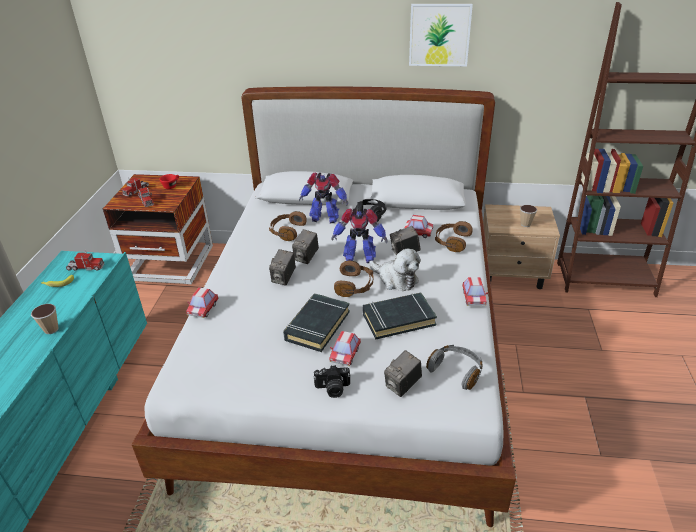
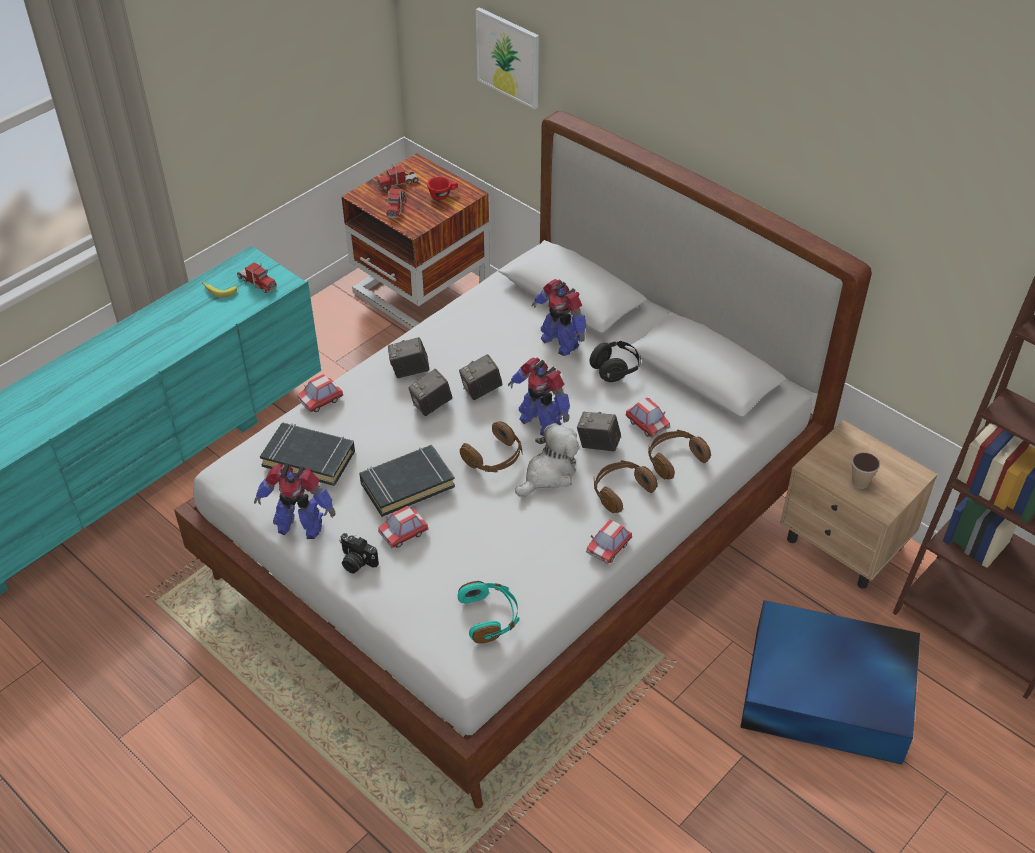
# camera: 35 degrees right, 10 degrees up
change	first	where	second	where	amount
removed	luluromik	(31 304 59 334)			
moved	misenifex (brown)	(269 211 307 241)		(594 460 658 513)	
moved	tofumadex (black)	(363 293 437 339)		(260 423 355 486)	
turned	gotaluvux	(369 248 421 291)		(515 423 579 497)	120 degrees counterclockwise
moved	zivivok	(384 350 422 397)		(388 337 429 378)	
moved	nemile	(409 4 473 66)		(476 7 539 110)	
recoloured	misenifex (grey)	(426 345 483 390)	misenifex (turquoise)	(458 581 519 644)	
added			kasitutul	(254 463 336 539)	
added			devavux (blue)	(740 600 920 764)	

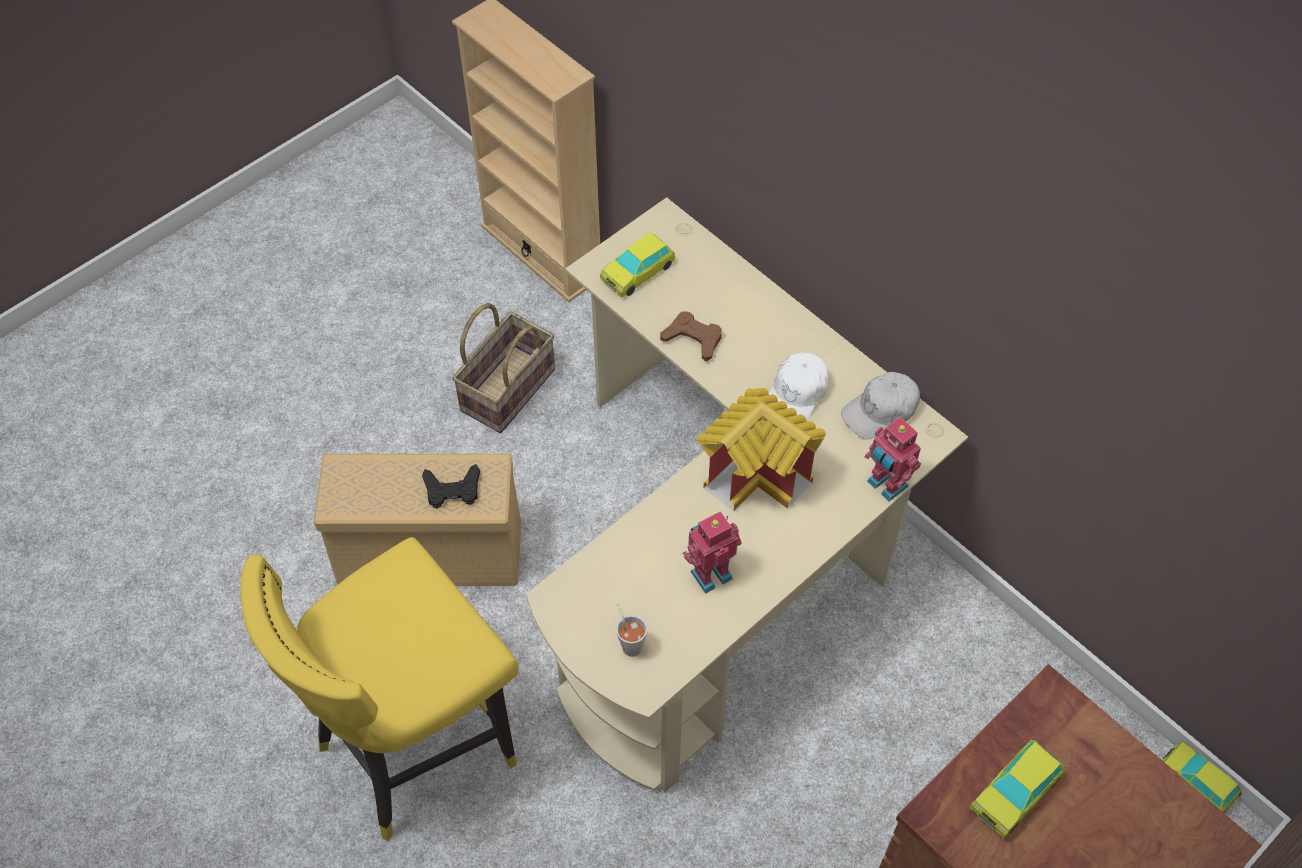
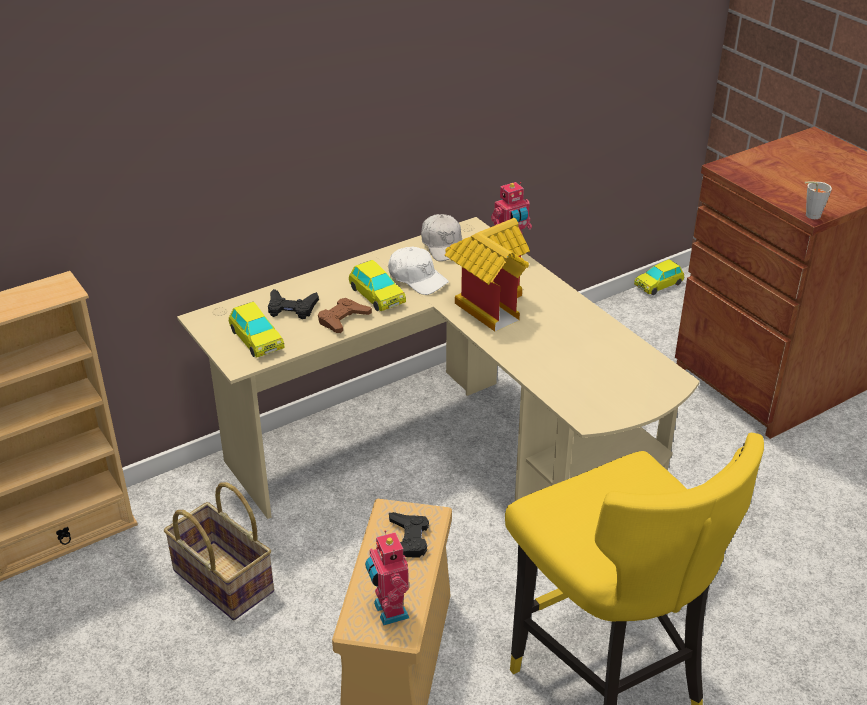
# camera: 80 degrees left, 20 degrees down
change	first	where	second	where	amount
moved	luluromik (grey)	(616 603 647 657)		(805 181 832 219)	
moved	kasitutul	(683 511 742 594)		(365 531 409 626)	
moved	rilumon	(969 739 1066 838)		(349 260 406 311)	
added			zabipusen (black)	(268 289 319 319)	

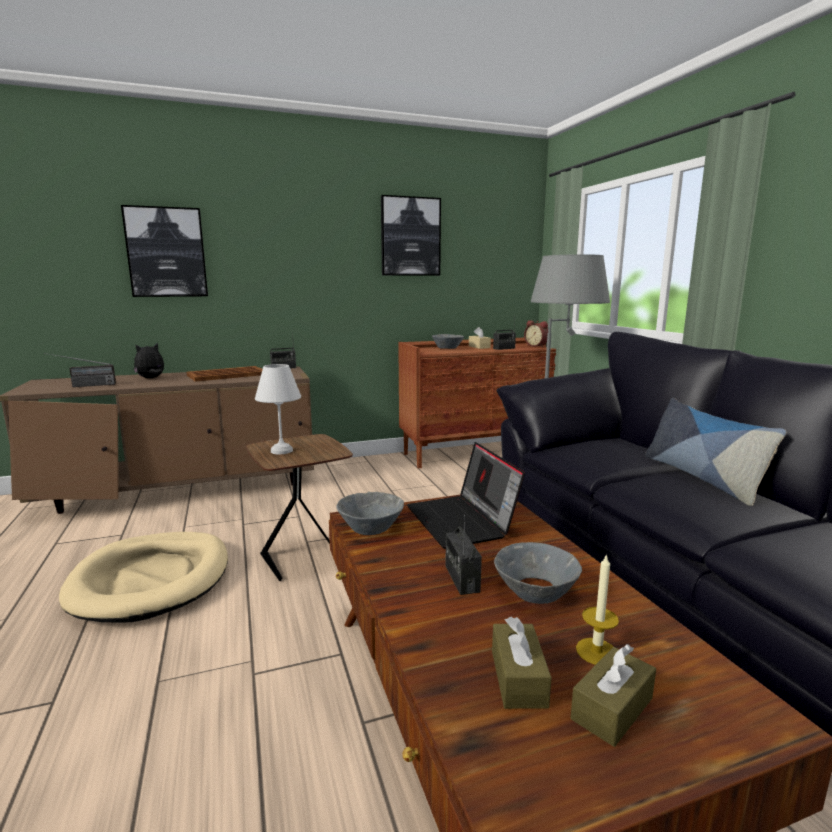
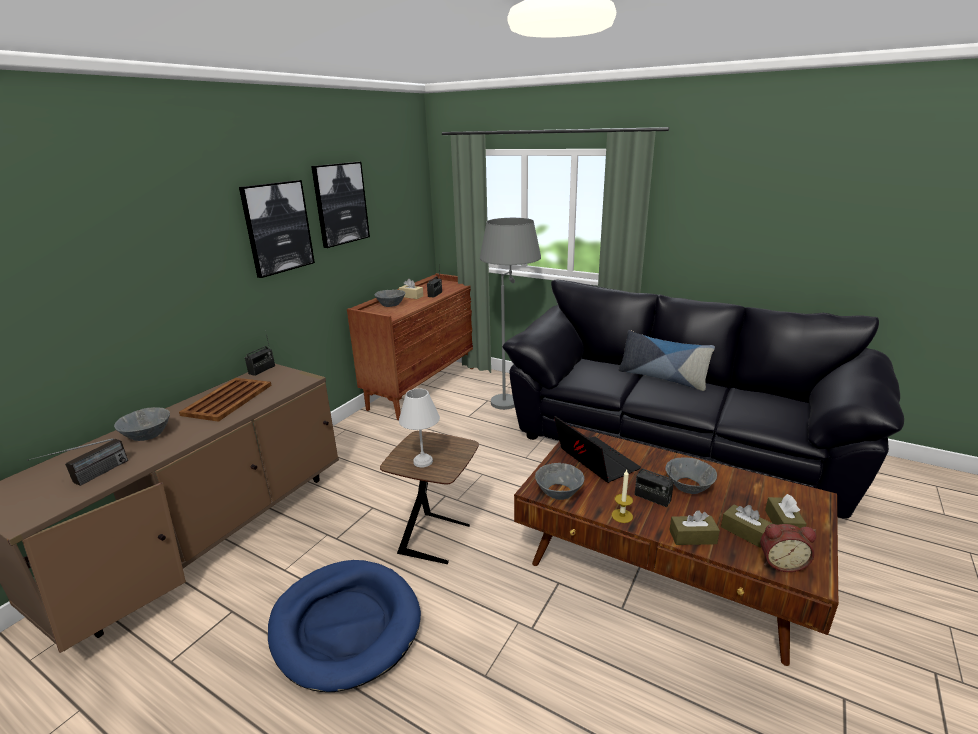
# camera: 40 degrees left, 10 degrees up
change	first	where	second	where	amount
recoloured	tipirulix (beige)	(59 532 228 622)	tipirulix (blue)	(268 560 421 692)	
moved	nemile	(121 205 208 297)		(239 180 315 278)	
replaced	gotaluvux	(133 343 164 378)	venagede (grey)	(114 407 170 441)	
turned	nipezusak	(407 442 525 549)		(554 416 641 483)	150 degrees counterclockwise
moved	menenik	(524 320 548 347)		(760 524 816 572)	
moved	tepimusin	(576 554 619 665)		(612 470 633 523)	
added			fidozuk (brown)	(670 510 720 545)	

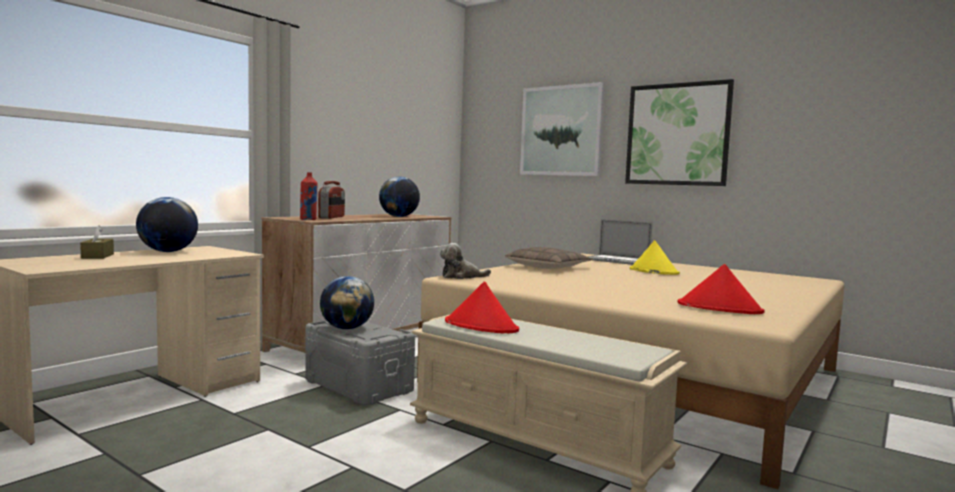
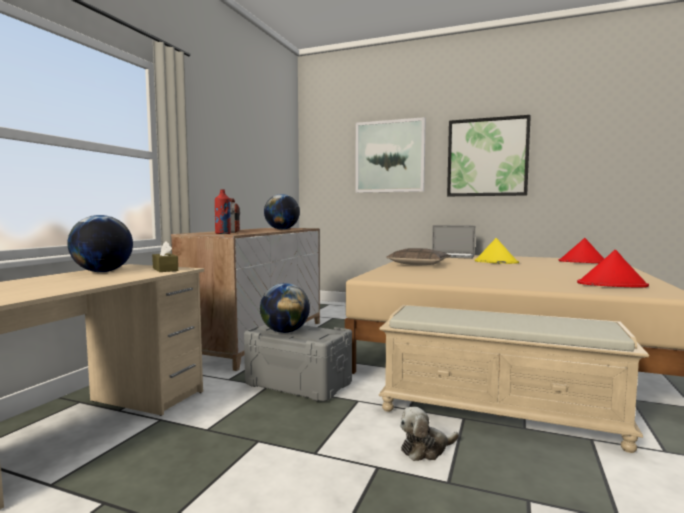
# camera: 15 degrees left, 0 degrees up
change	first	where	second	where	amount
moved	fidozuk (brown)	(80 225 114 259)		(152 241 178 272)	
moved	gotaluvux	(440 243 491 279)		(400 407 459 461)	
moved	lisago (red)	(445 282 519 333)		(559 238 604 263)	

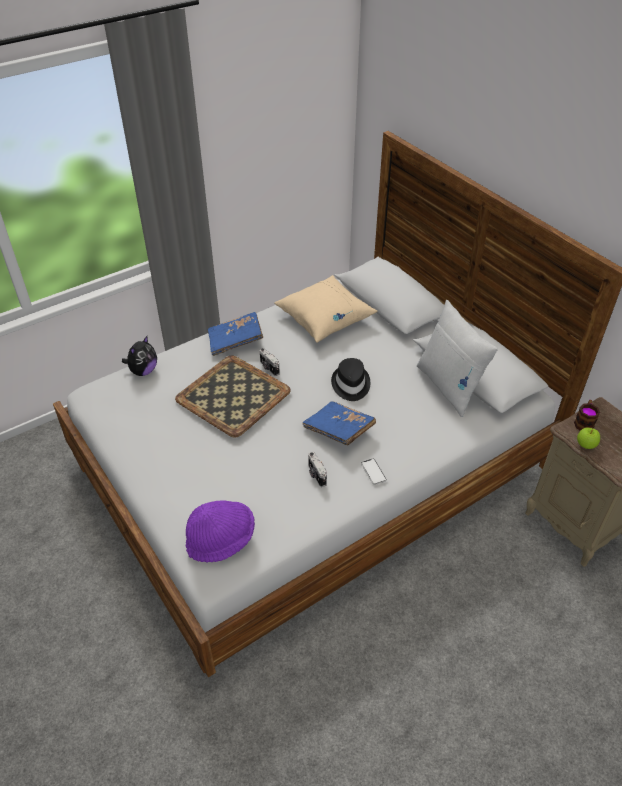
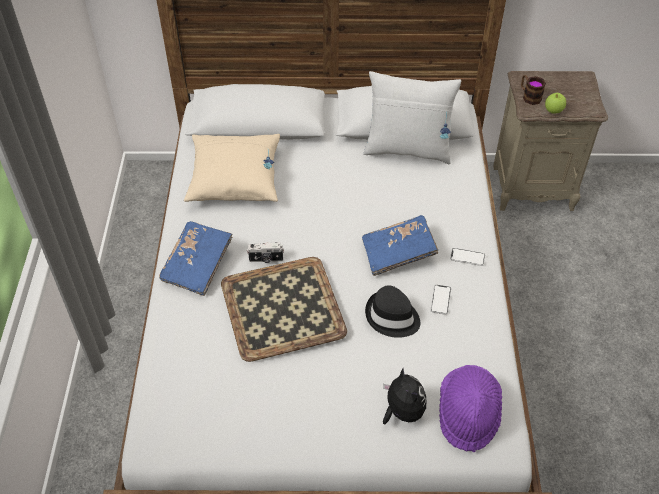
# camera: 55 degrees left, 5 degrees up
change	first	where	second	where	amount
moved	gotaluvux	(122 336 157 376)		(383 368 426 424)	
replaced	zivivok	(308 452 327 487)	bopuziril	(430 285 451 315)	
moved	lisago (black)	(331 358 370 401)		(365 285 420 338)	

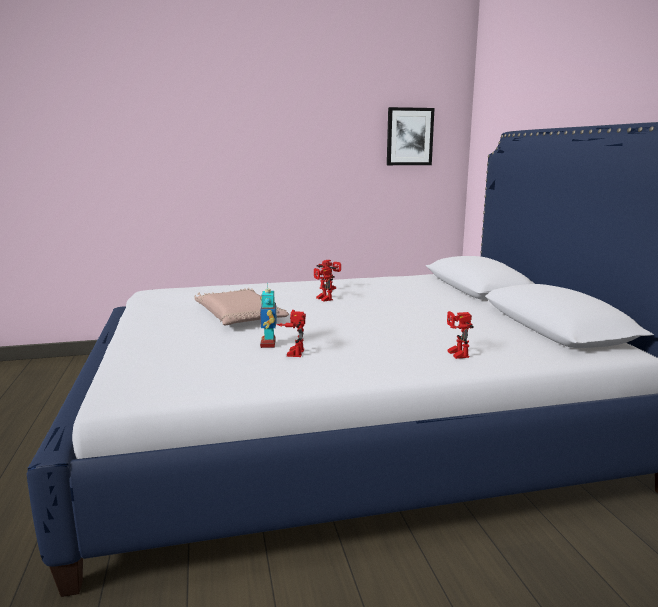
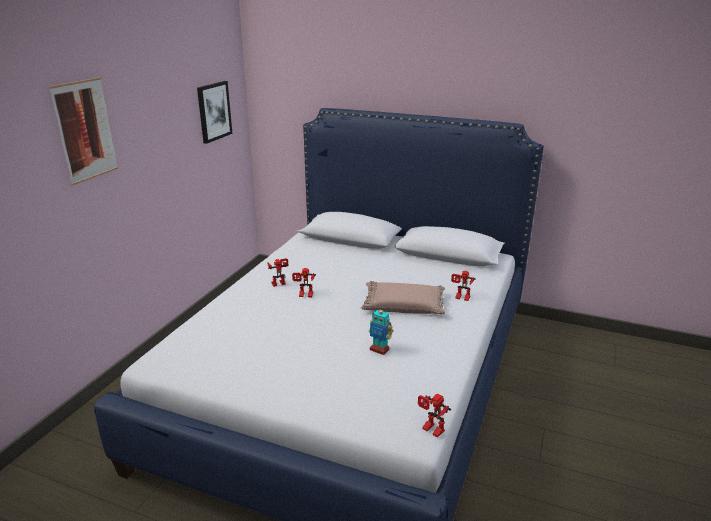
# camera: 55 degrees left, 10 degrees up
change	first	where	second	where	amount
moved	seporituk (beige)	(194 288 289 325)		(361 281 445 314)	
moved	kasitutul	(276 310 306 357)		(418 394 451 438)	
added			nemile	(49 77 118 186)	

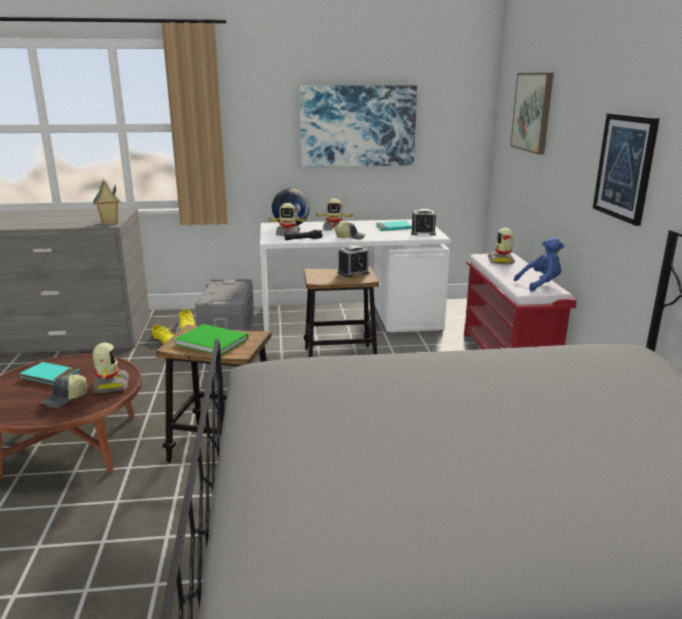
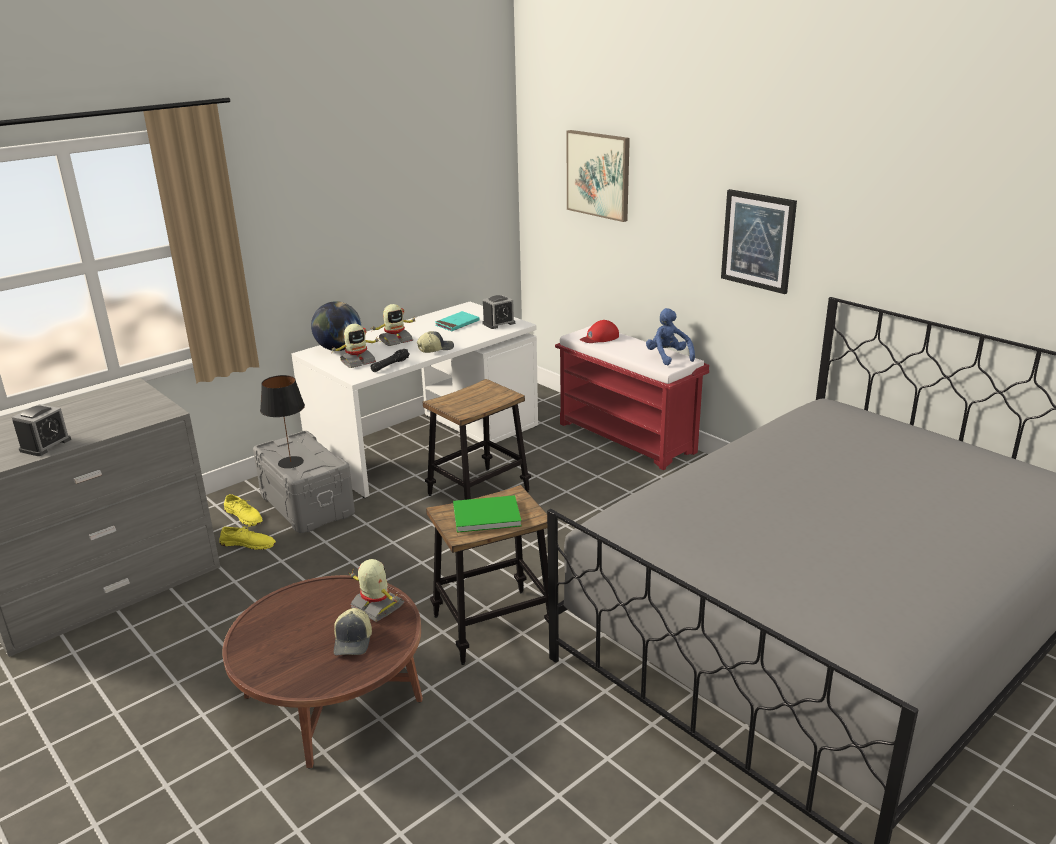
# camera: 35 degrees left, 5 degrees up
change	first	where	second	where	amount
removed	tofumadex (turquoise)	(20 362 80 385)			
removed	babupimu	(93 179 121 225)			
removed	nemile	(300 85 417 167)			
moved	menenik	(338 245 370 278)		(12 404 71 456)	
replaced	kasitutul	(488 228 515 264)	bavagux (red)	(580 320 619 343)	
turned	gotaluvux (blue)	(514 238 564 292)		(646 308 695 366)	60 degrees counterclockwise
added			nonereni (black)	(260 375 305 468)	

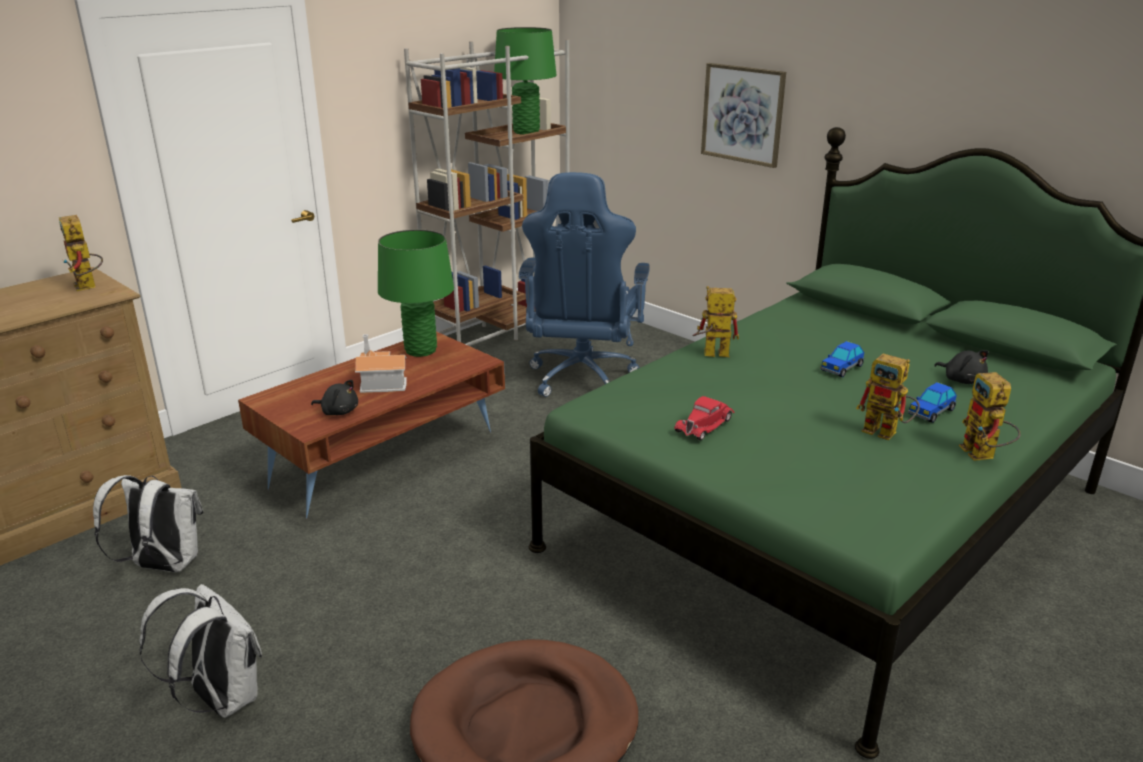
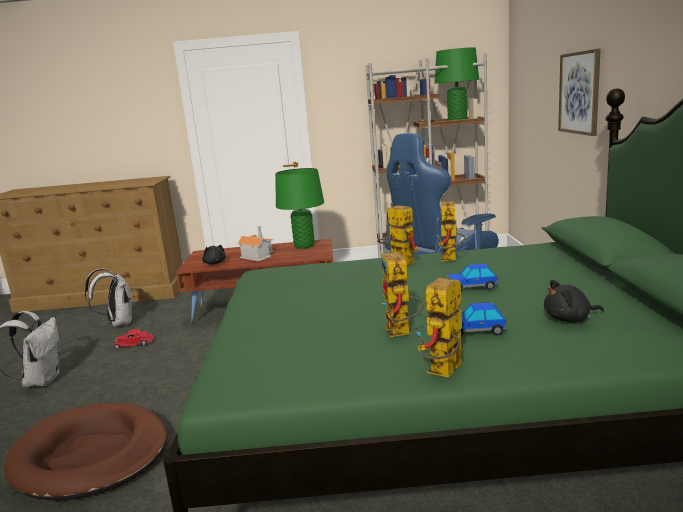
# camera: 45 degrees right, 10 degrees down
change	first	where	second	where	amount
moved	kasitutul	(59 215 103 291)		(436 201 465 261)	
moved	rilumon (red)	(674 396 735 441)		(113 329 154 349)	
turned	gotaluvux (black)	(934 350 989 384)		(544 280 604 322)	75 degrees clockwise

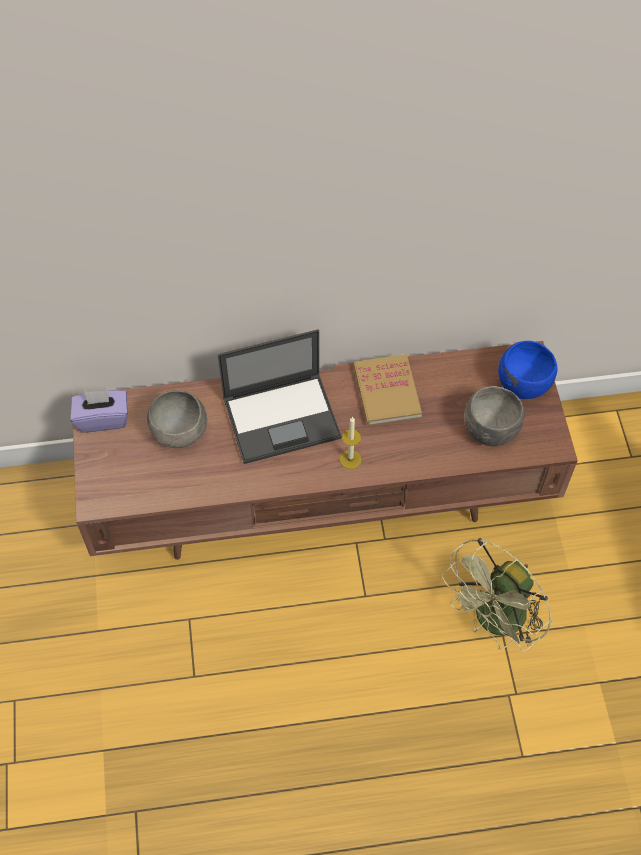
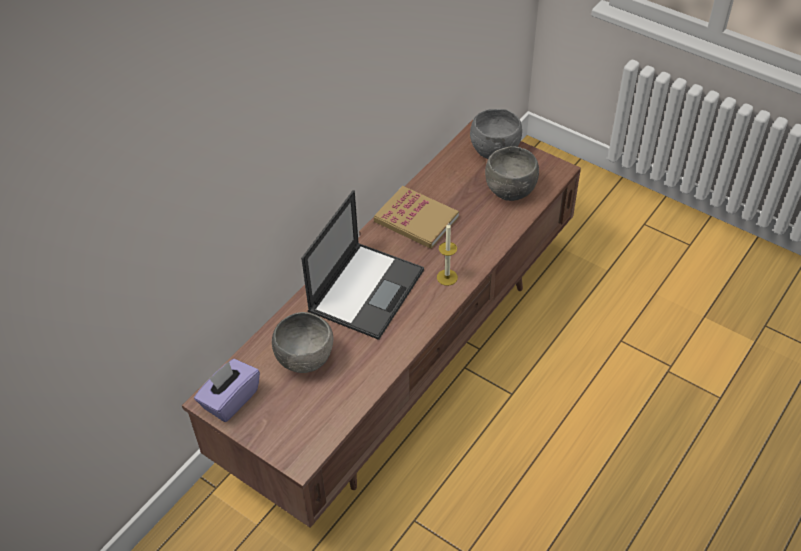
# camera: 45 degrees left, 10 degrees down
change	first	where	second	where	amount
removed	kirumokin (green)	(442 538 552 651)			
recoloured	venagede (blue)	(498 341 557 399)	venagede (grey)	(470 109 522 159)	

